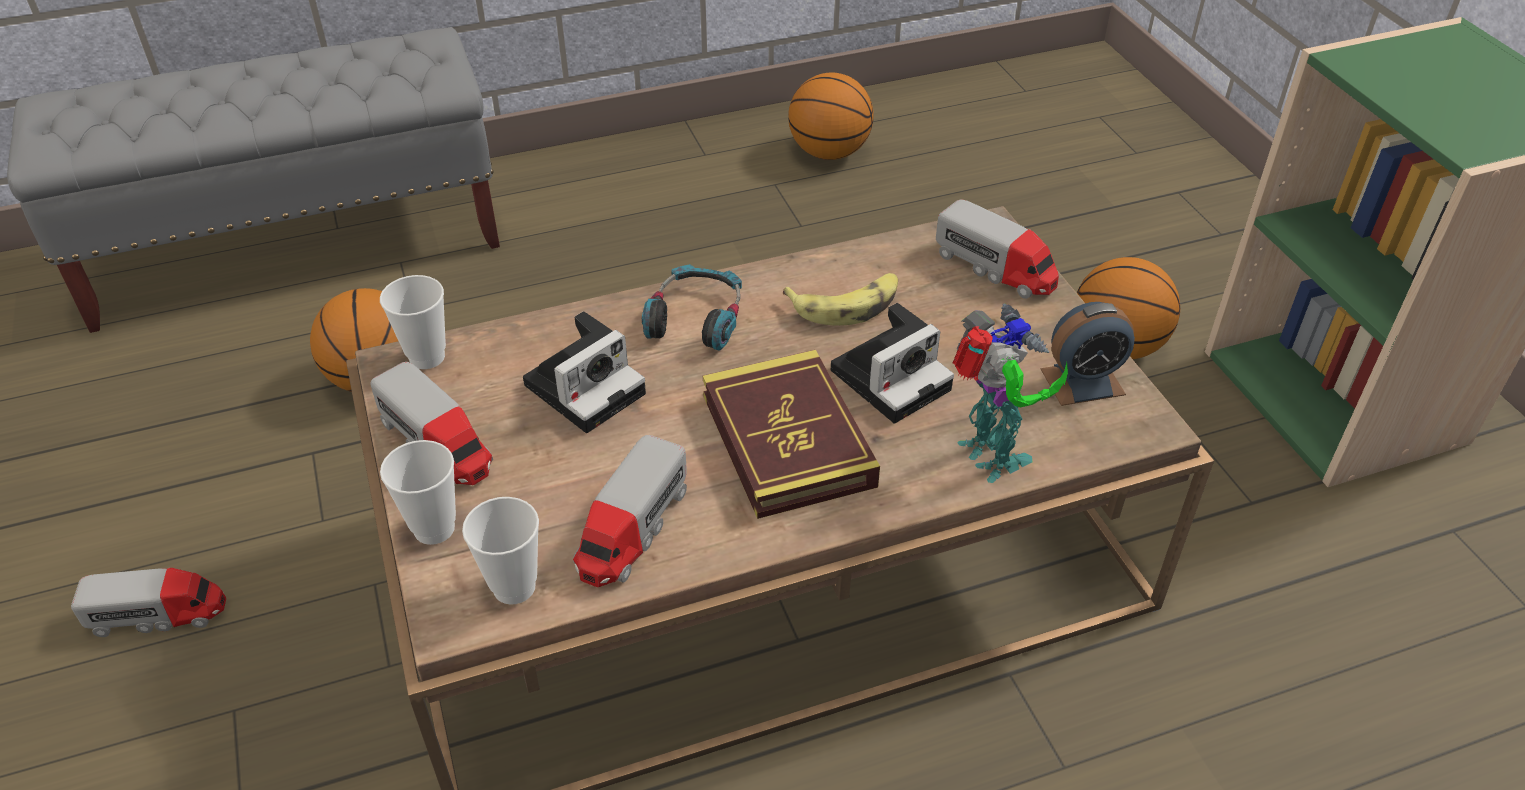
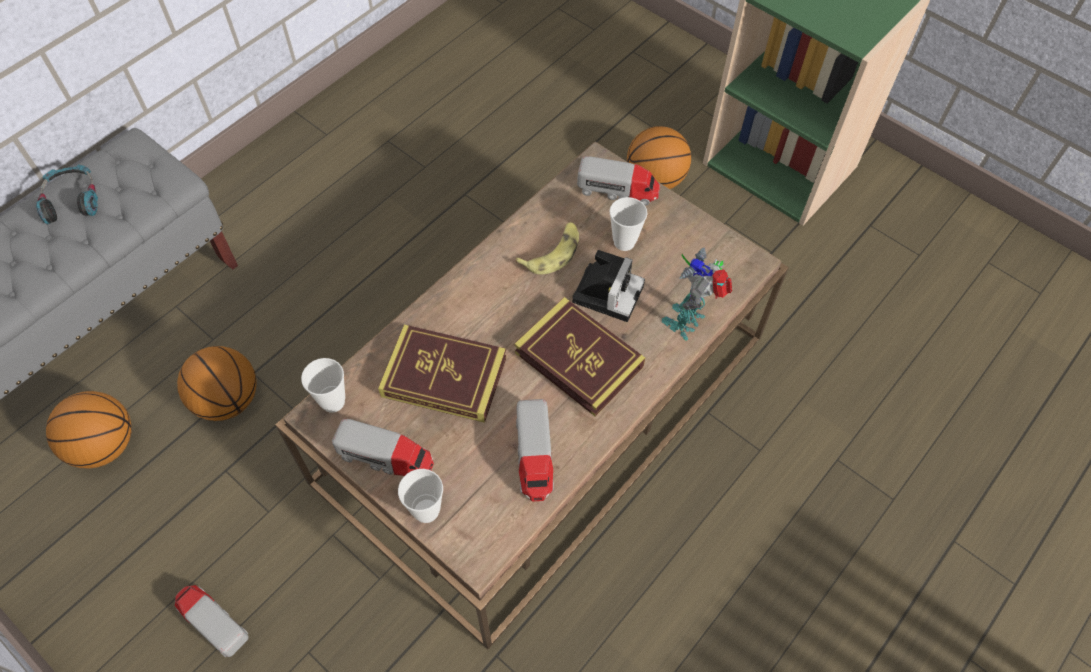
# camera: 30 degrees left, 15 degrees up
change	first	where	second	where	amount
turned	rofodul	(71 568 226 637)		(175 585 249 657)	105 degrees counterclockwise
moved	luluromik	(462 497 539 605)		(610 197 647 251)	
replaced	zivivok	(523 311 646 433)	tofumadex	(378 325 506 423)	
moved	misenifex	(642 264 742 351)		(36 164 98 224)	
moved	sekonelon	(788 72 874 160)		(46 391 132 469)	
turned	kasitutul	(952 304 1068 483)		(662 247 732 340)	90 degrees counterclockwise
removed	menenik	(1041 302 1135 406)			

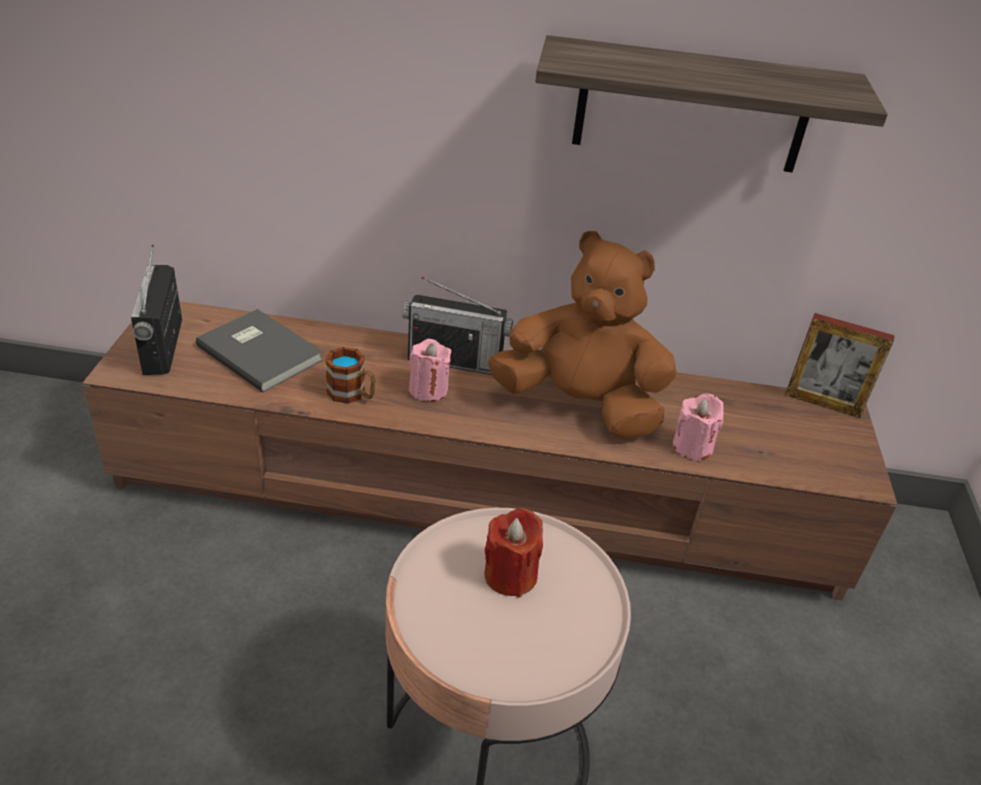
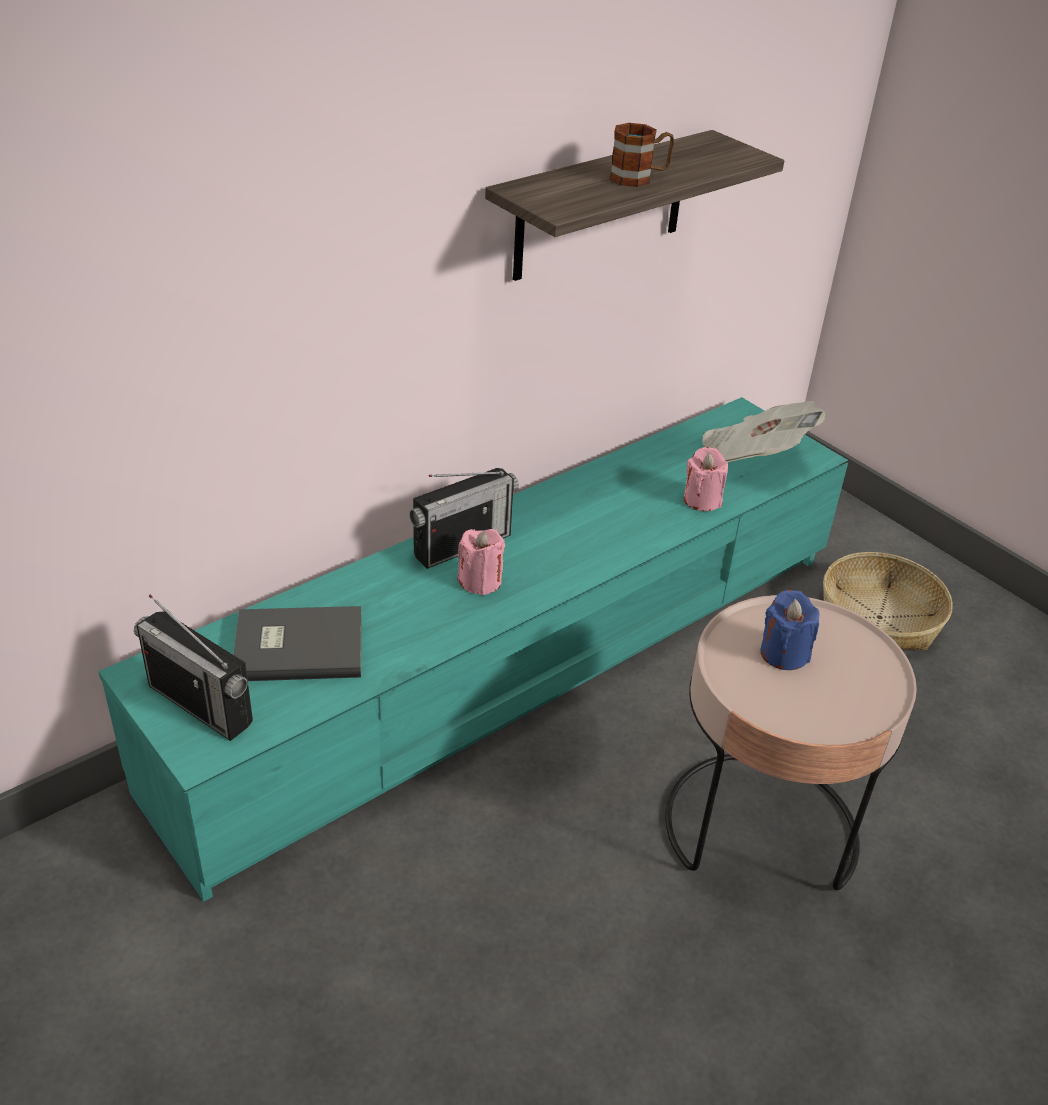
# camera: 45 degrees left, 0 degrees up
change	first	where	second	where	amount
recoloured	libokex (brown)	(82 301 898 600)	libokex (turquoise)	(98 397 848 902)	
moved	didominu	(325 347 376 404)		(610 123 674 187)	
recoloured	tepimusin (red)	(484 508 543 598)	tepimusin (blue)	(760 590 820 670)	
removed	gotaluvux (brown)	(488 231 677 440)			
removed	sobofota	(785 313 895 418)			
added			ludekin	(702 401 825 462)	
added			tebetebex	(823 552 953 651)	

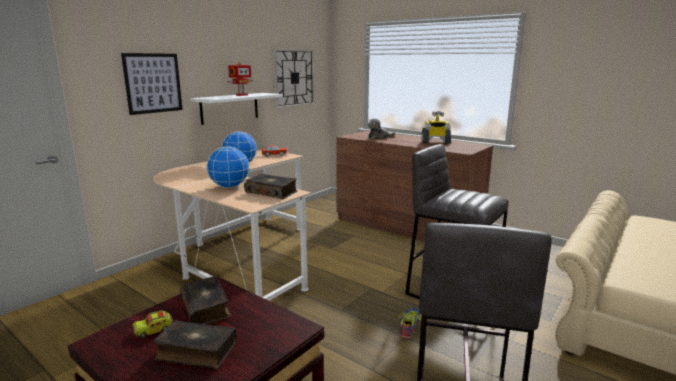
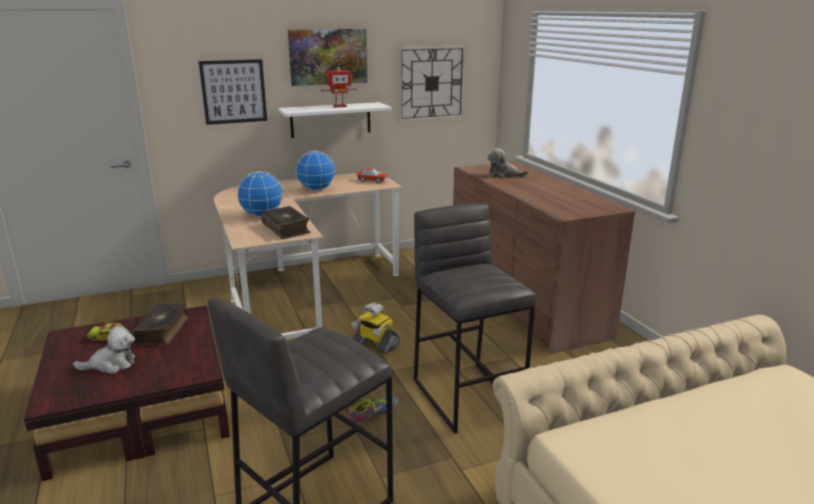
# camera: 30 degrees right, 5 degrees up
change	first	where	second	where	amount
replaced	tofumadex	(153 320 237 368)	gotaluvux	(73 326 135 374)	
moved	kasitutul	(421 111 451 143)		(351 302 400 354)	
added			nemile	(288 29 368 86)	

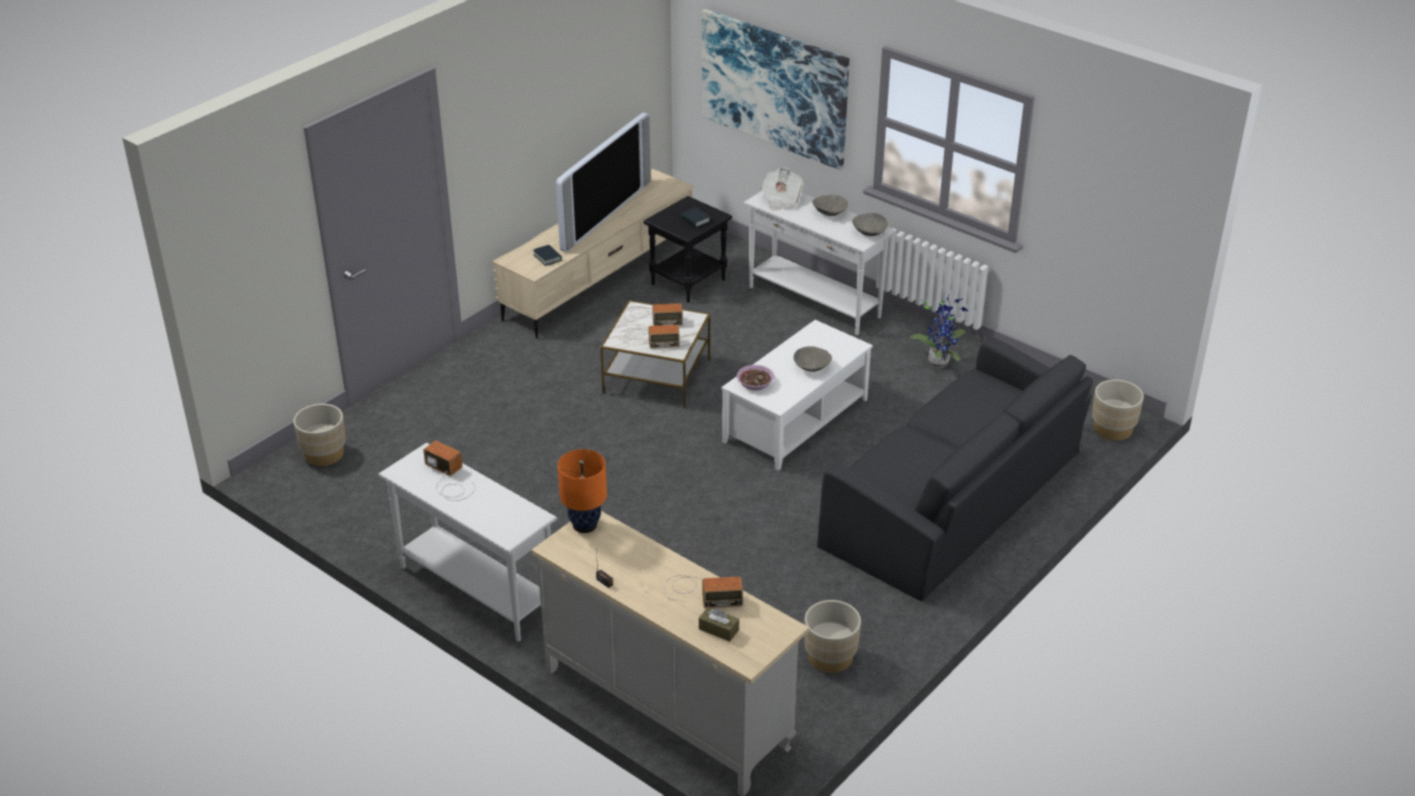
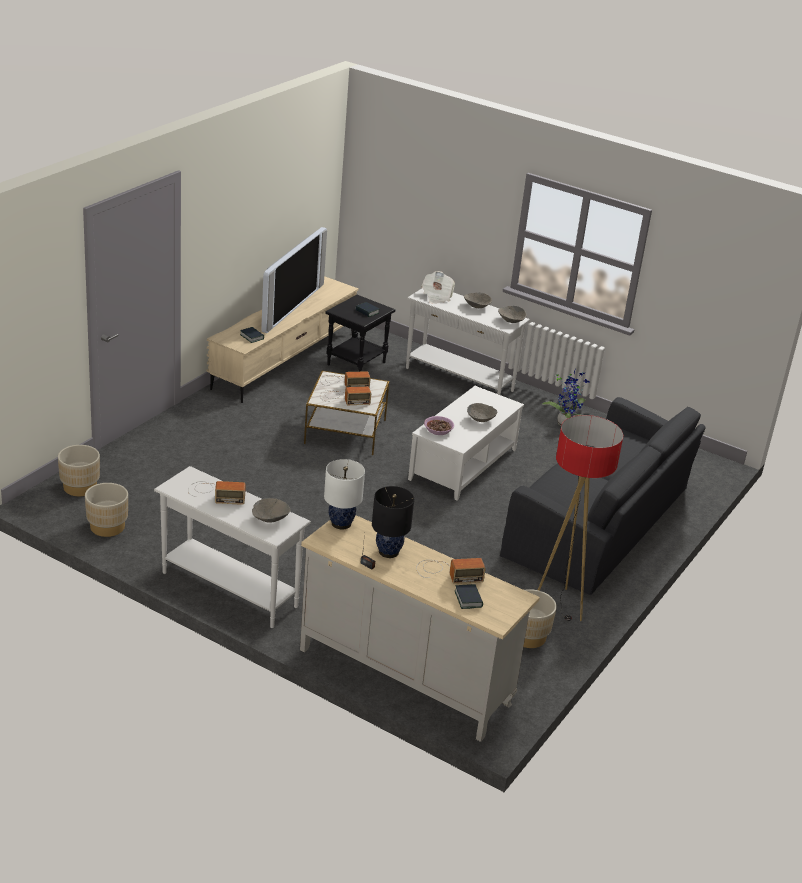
# camera: 10 degrees left, 5 degrees down
change	first	where	second	where	amount
turned	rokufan	(423 440 475 501)		(188 481 246 505)	150 degrees clockwise
recoloured	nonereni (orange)	(558 449 607 533)	nonereni (white)	(324 459 365 529)	
replaced	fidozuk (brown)	(699 607 739 642)	tofumadex	(455 584 483 609)	
removed	nemile	(702 9 849 170)			
moved	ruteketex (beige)	(1092 380 1144 441)		(85 483 128 537)	
added			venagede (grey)	(252 498 291 523)	
added			nonereni (black)	(372 486 414 558)	
added			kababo	(538 415 623 621)	

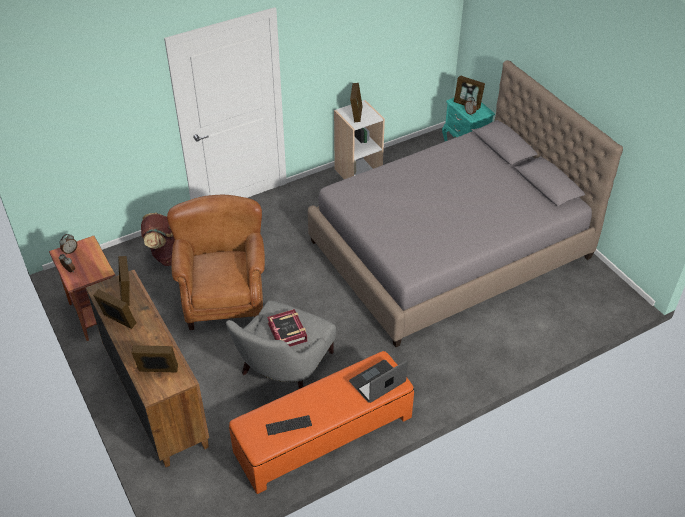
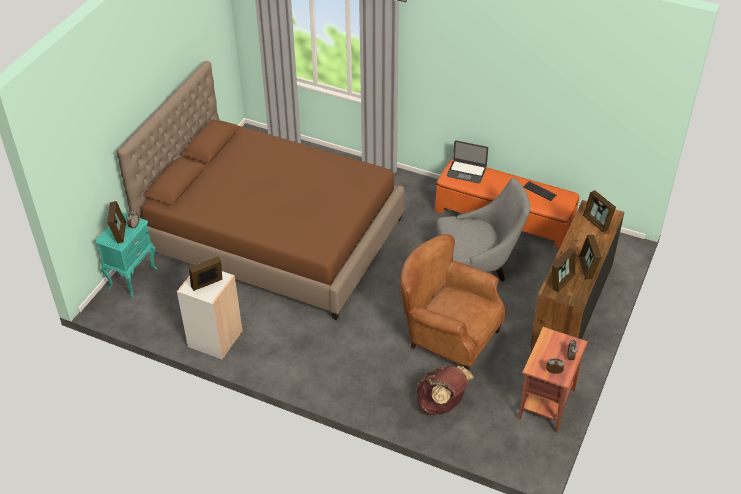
# camera: 125 degrees left, 0 degrees up
change	first	where	second	where	amount
turned	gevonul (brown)	(167 195 265 330)		(400 234 505 370)	75 degrees clockwise
removed	tofumadex	(267 309 307 347)			
recoloured	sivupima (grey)	(308 60 623 347)	sivupima (brown)	(117 61 404 320)	

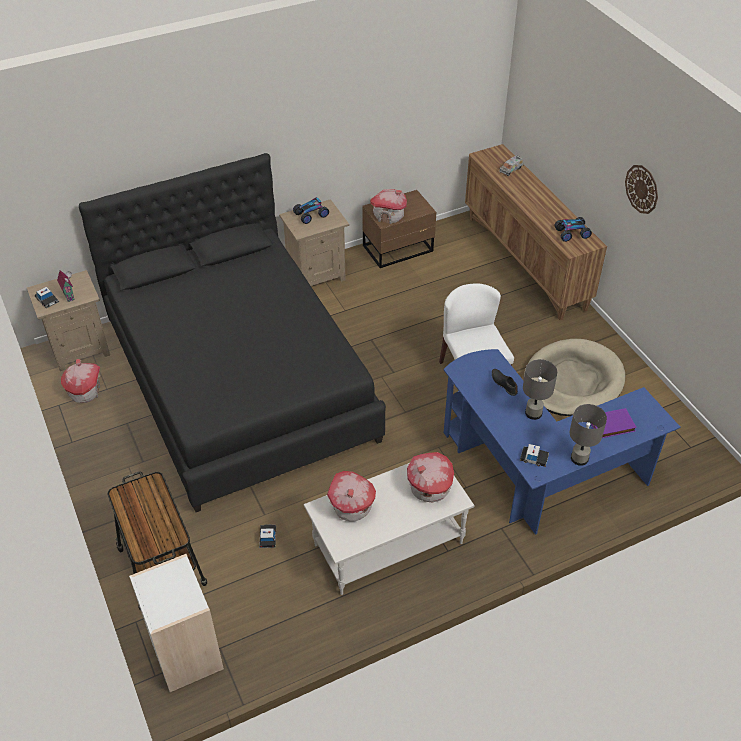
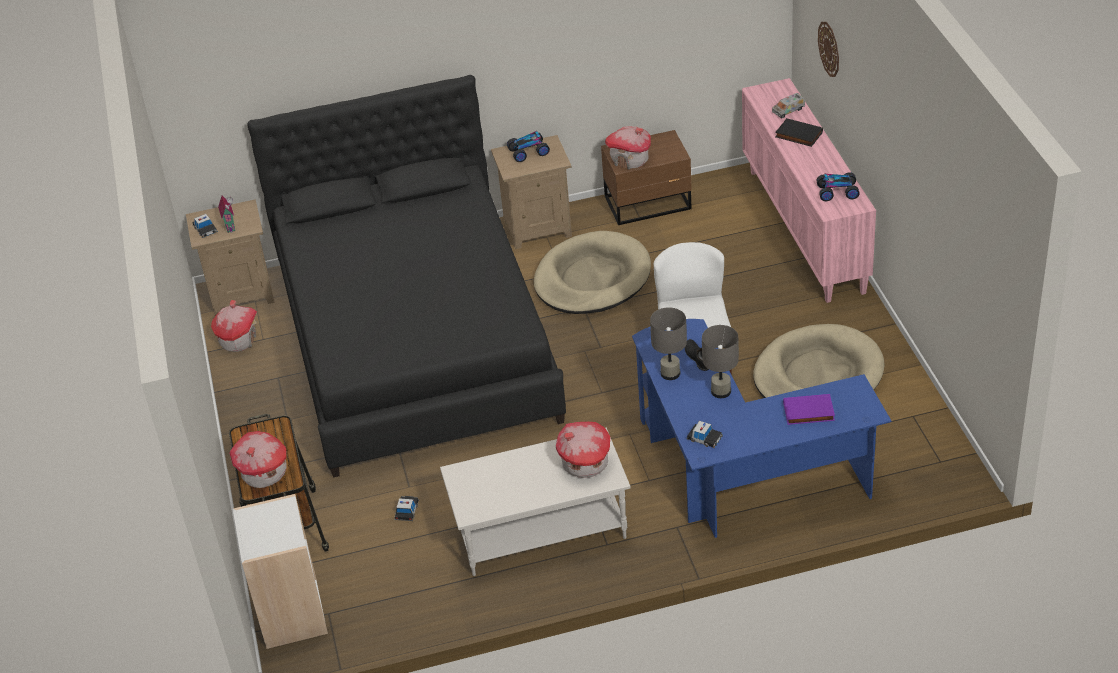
# camera: 15 degrees right, 5 degrees down
change	first	where	second	where	amount
moved	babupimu	(327 471 376 522)		(229 431 287 488)	
recoloured	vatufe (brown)	(465 144 607 320)	vatufe (pink)	(742 78 876 303)	
moved	nonereni (grey)	(570 404 607 466)		(650 307 687 380)	
moved	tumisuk	(625 165 658 214)		(818 22 839 77)	
added			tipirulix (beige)	(534 231 651 314)	
added			tofumadex (black)	(775 118 823 147)	

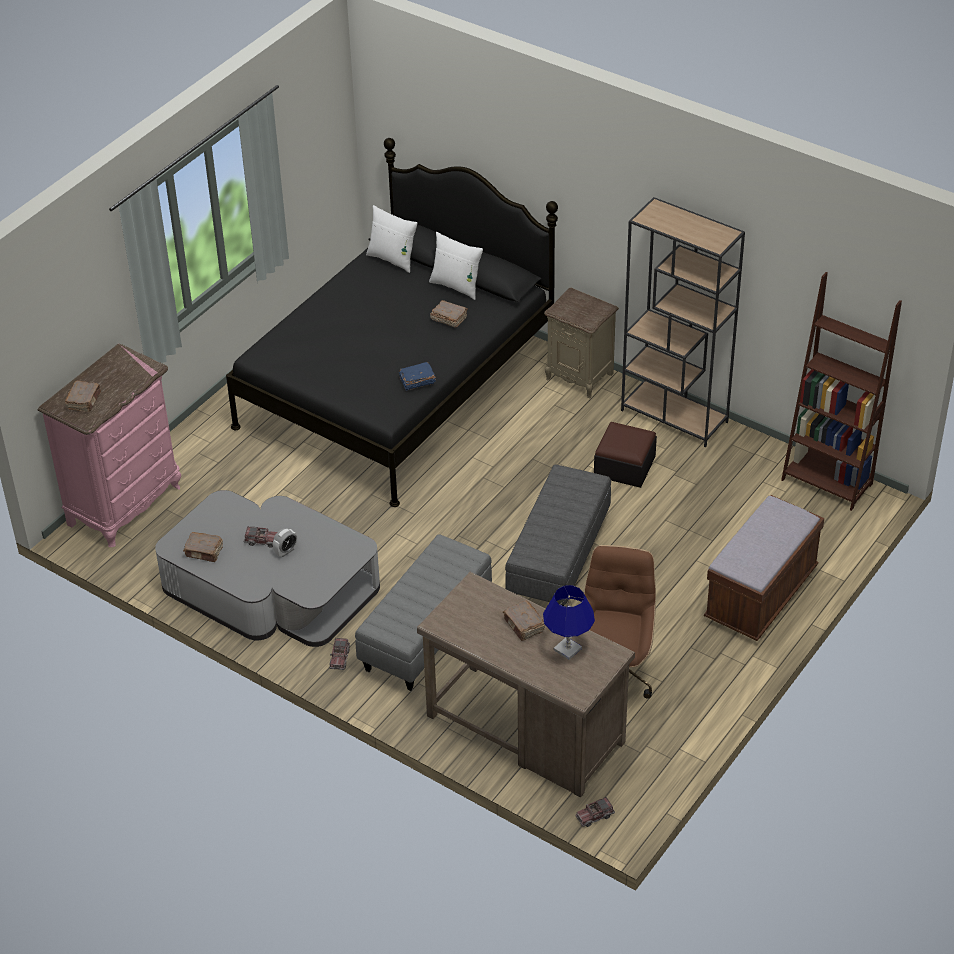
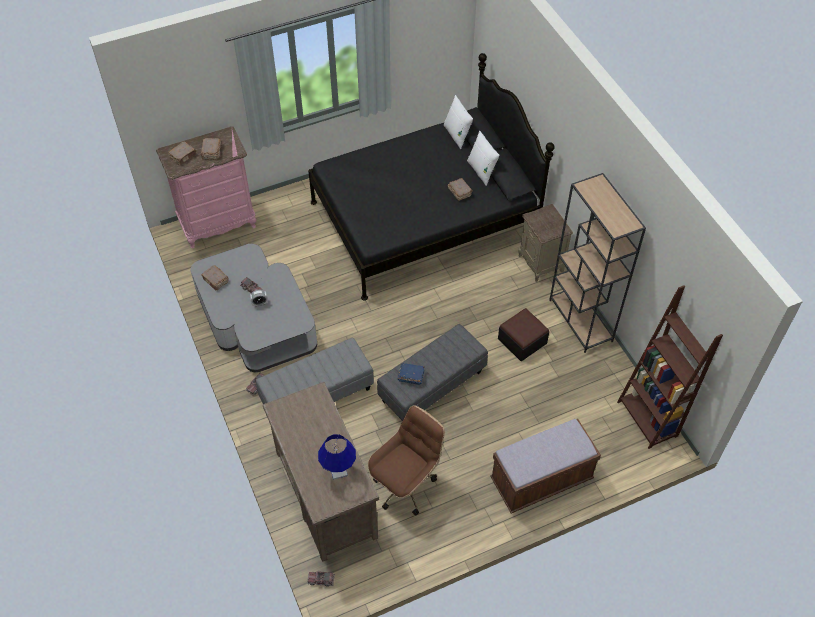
# camera: 30 degrees right, 10 degrees up
change	first	where	second	where	amount
moved	tofumadex (blue)	(399 362 436 391)		(398 363 425 385)	
moved	tofumadex (brown)	(503 601 545 641)		(201 138 221 160)	

